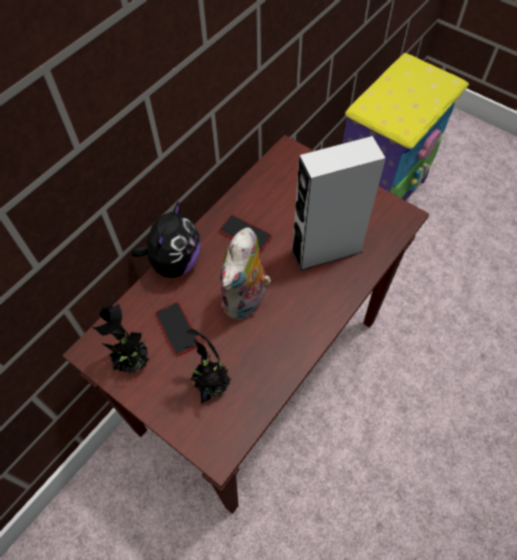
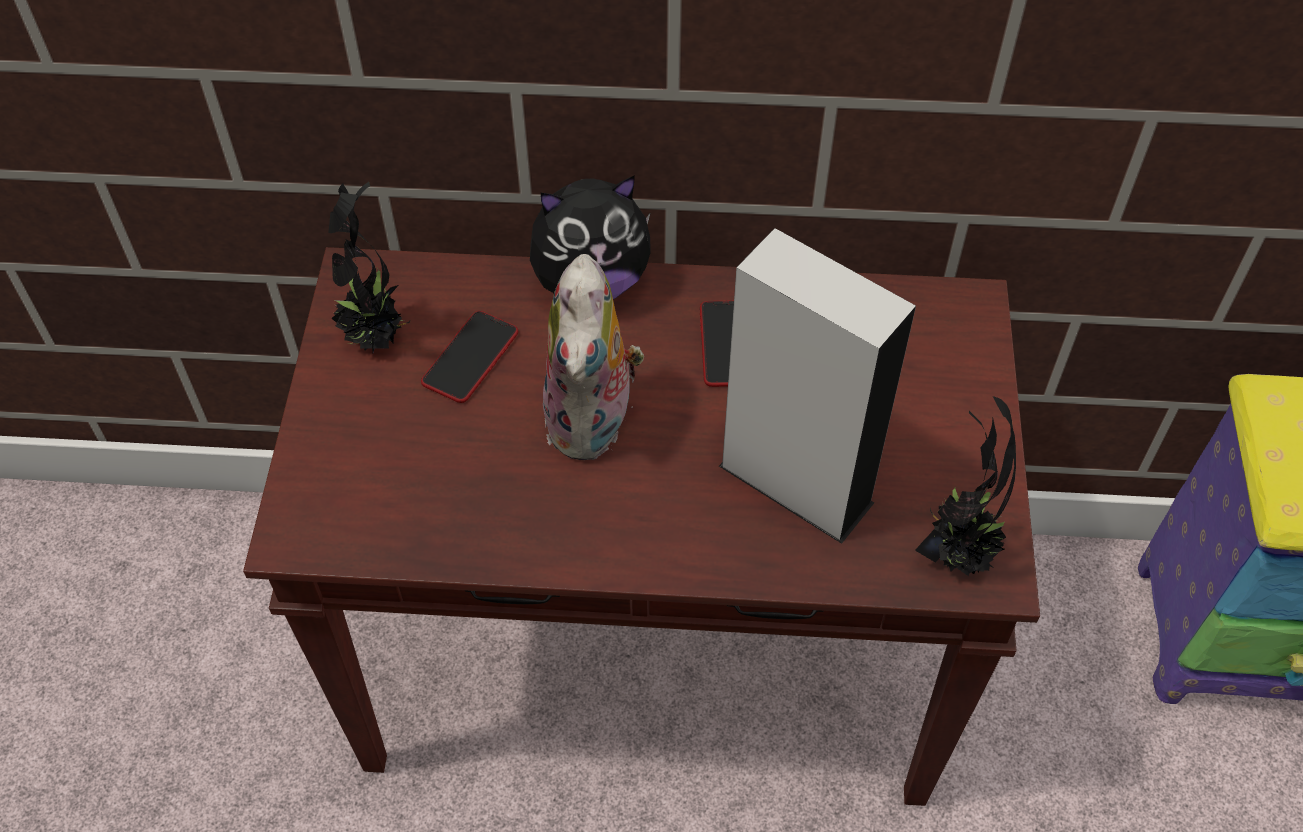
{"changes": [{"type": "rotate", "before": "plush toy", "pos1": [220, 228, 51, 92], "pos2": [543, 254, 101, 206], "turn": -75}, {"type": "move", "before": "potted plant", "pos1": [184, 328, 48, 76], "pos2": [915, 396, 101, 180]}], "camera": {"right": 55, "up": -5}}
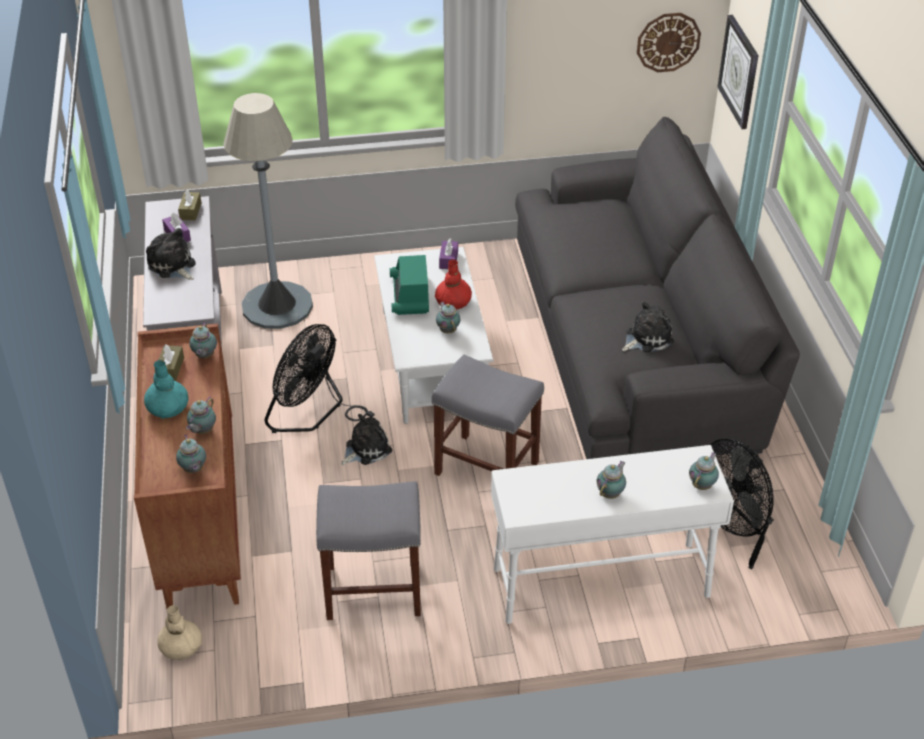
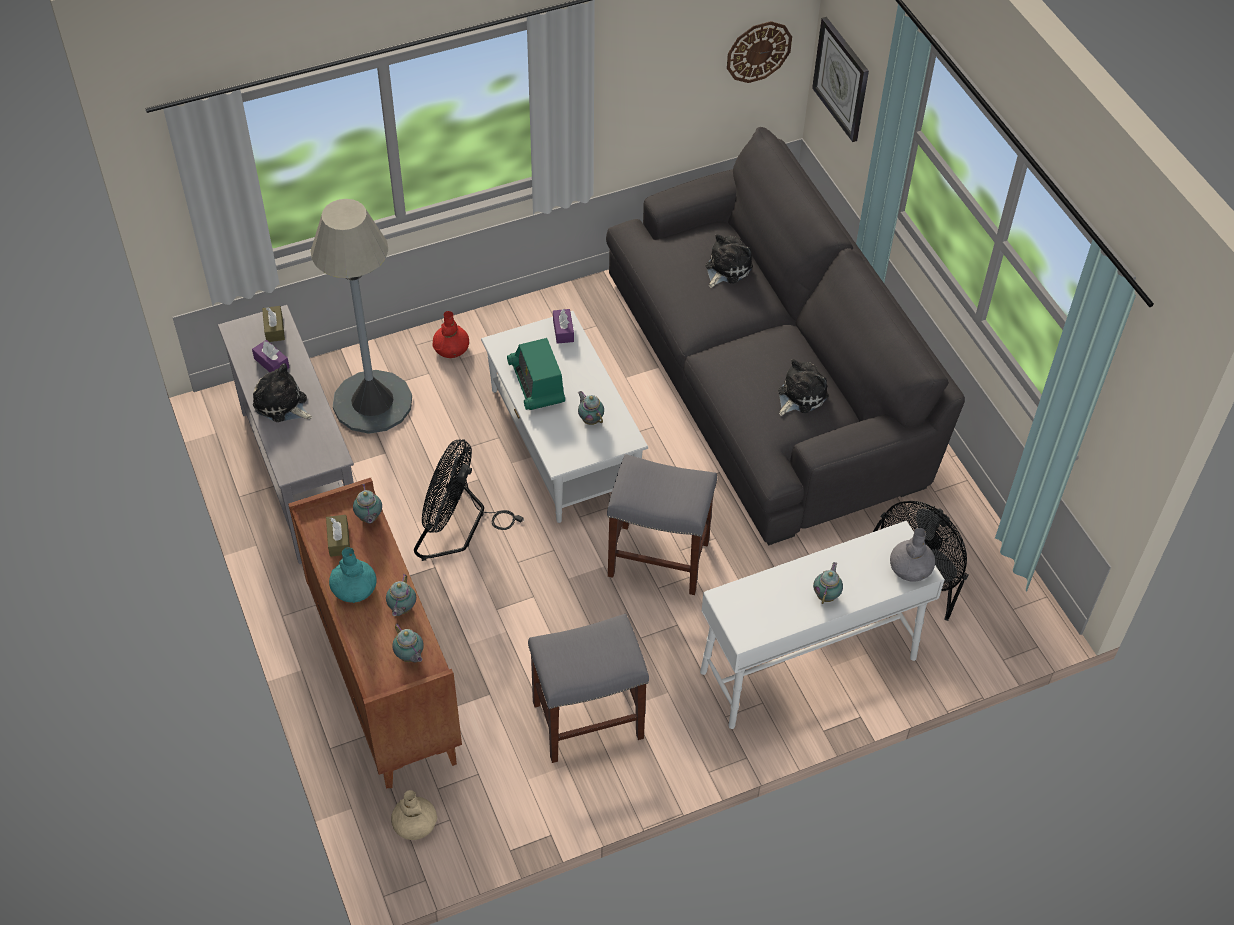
{"changes": [{"type": "move", "before": "red vase", "pos1": [435, 259, 37, 50], "pos2": [433, 311, 36, 48]}, {"type": "move", "before": "plush toy", "pos1": [341, 414, 51, 51], "pos2": [706, 234, 47, 54]}, {"type": "replace", "before": "teapot", "after": "grey vase", "pos1": [689, 453, 30, 37], "pos2": [890, 528, 45, 53]}], "camera": {"right": -15, "up": 10}}
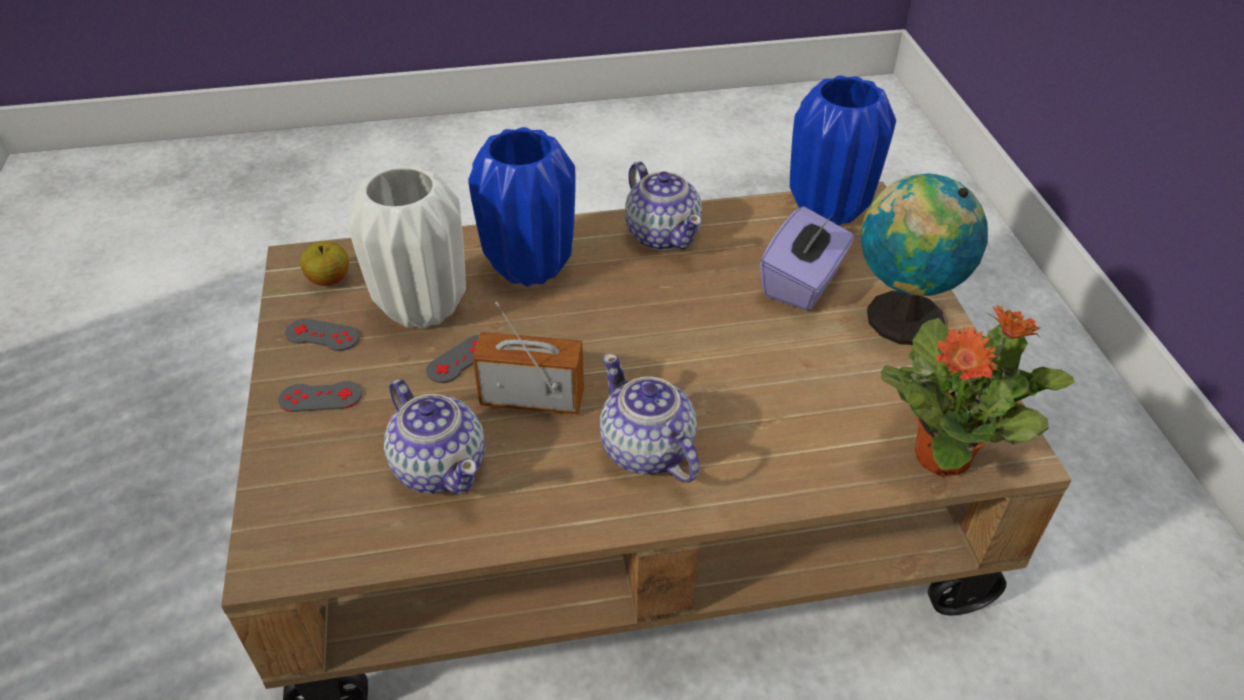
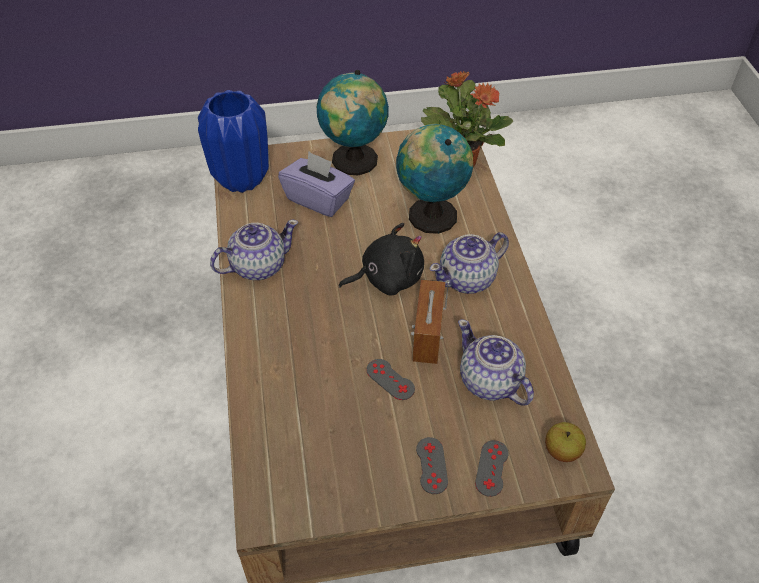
{"changes": [{"type": "delete", "before": "blue vase", "pos1": [468, 127, 108, 159]}, {"type": "delete", "before": "white vase", "pos1": [349, 165, 117, 164]}, {"type": "move", "before": "apple", "pos1": [301, 242, 48, 44], "pos2": [545, 422, 41, 40]}, {"type": "move", "before": "grey game controller", "pos1": [285, 319, 75, 32], "pos2": [475, 440, 34, 57]}, {"type": "rotate", "before": "teapot", "pos1": [384, 379, 101, 116], "pos2": [458, 319, 76, 86], "turn": -90}, {"type": "insert", "after": "globe", "pos2": [396, 124, 77, 110]}, {"type": "insert", "after": "black plush toy", "pos2": [339, 223, 85, 73]}], "camera": {"right": -90, "up": 5}}
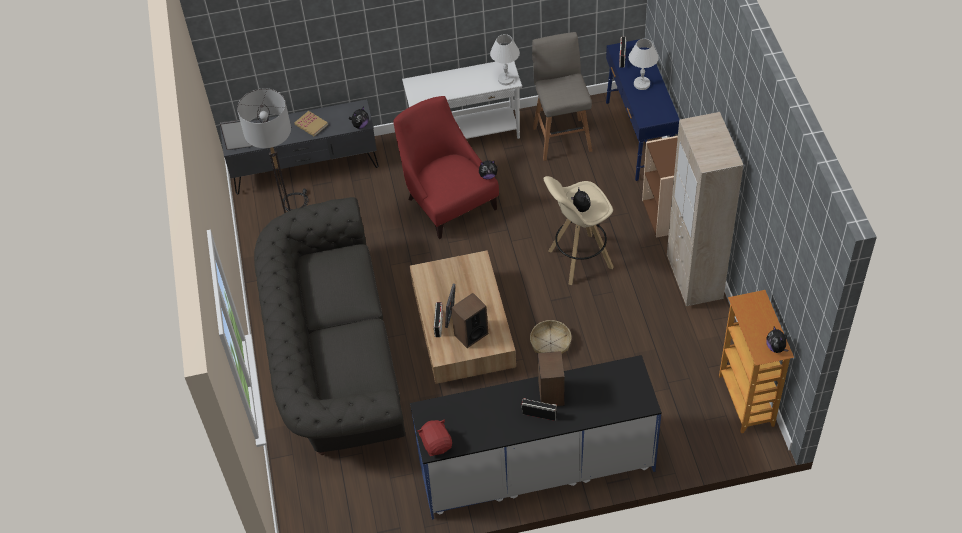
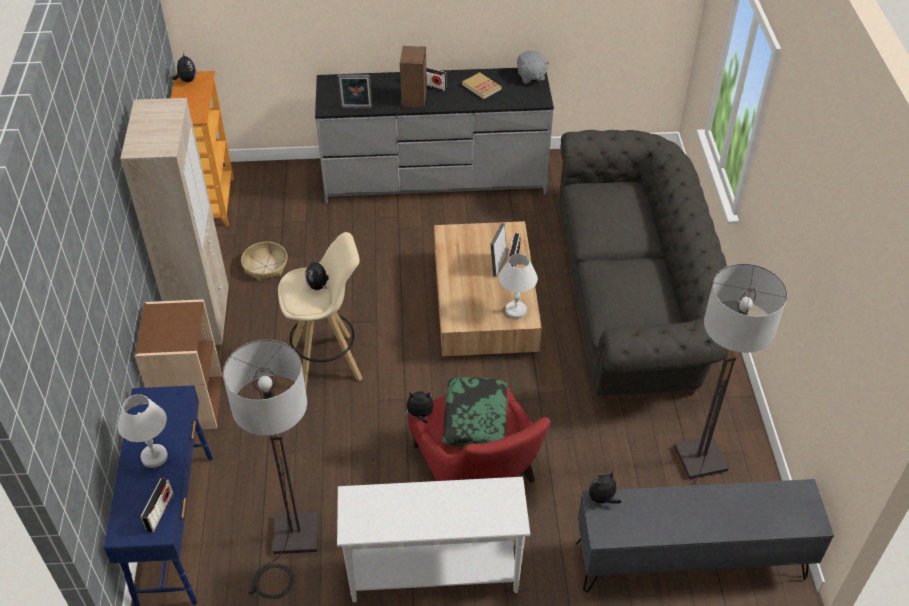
{"changes": [{"type": "replace", "before": "grey stool", "after": "floor lamp", "pos1": [532, 32, 60, 129], "pos2": [223, 340, 95, 259]}, {"type": "move", "before": "white table lamp", "pos1": [490, 34, 30, 51], "pos2": [498, 254, 40, 65]}, {"type": "move", "before": "book", "pos1": [295, 111, 33, 26], "pos2": [462, 72, 40, 27]}, {"type": "move", "before": "picture frame", "pos1": [220, 120, 33, 30], "pos2": [338, 75, 34, 34]}, {"type": "delete", "before": "speaker", "pos1": [451, 293, 37, 55]}, {"type": "move", "before": "basket", "pos1": [530, 320, 42, 34], "pos2": [241, 242, 46, 39]}, {"type": "recolor", "before": "blue dresser", "after": "grey dresser", "pos1": [410, 355, 252, 165], "pos2": [315, 68, 239, 135]}, {"type": "recolor", "before": "red plush toy", "after": "grey plush toy", "pos1": [417, 419, 35, 37], "pos2": [517, 51, 32, 33]}, {"type": "insert", "after": "pillow", "pos2": [442, 377, 66, 70]}], "camera": {"right": -175, "up": -5}}
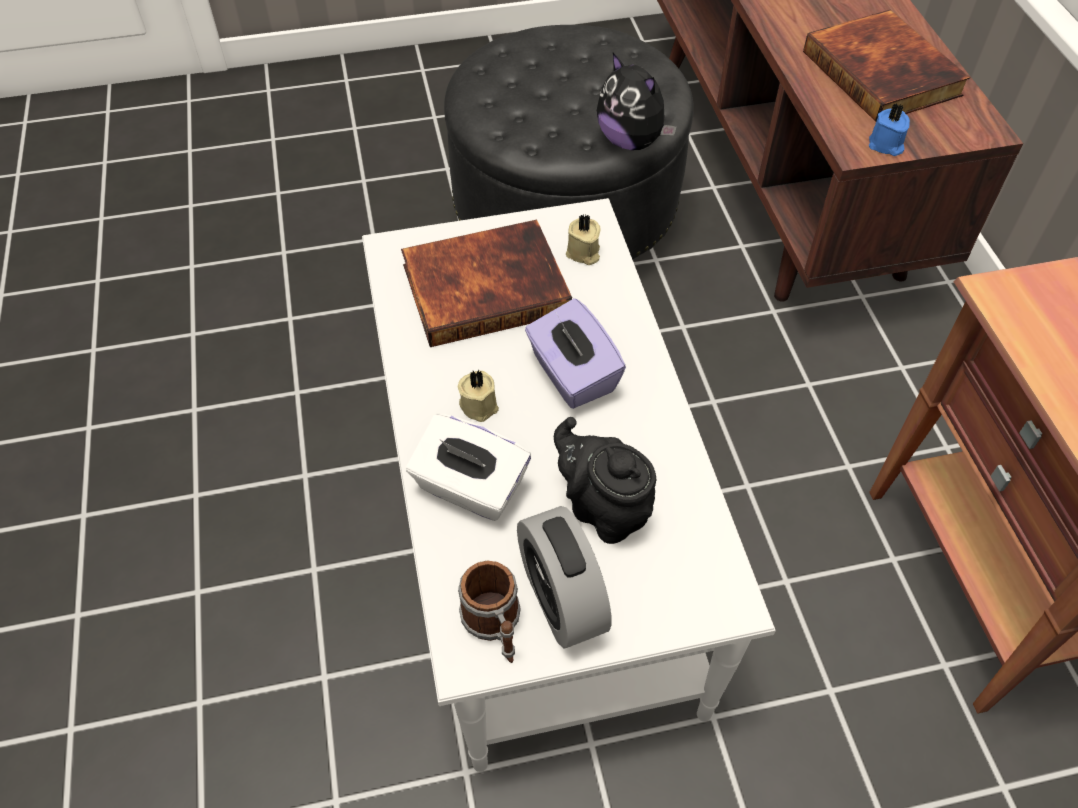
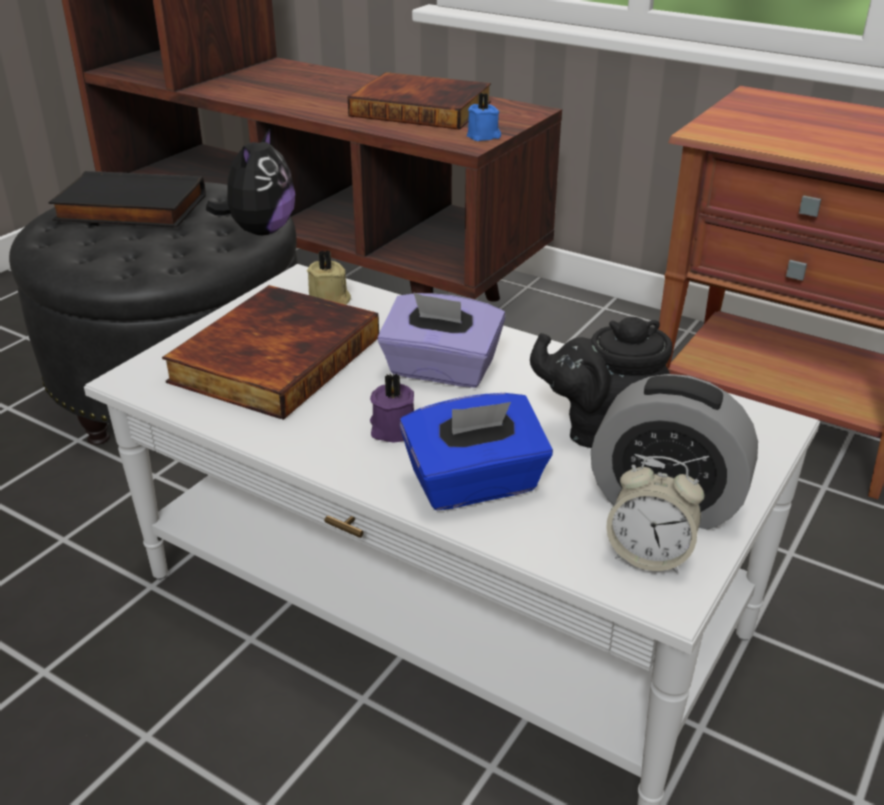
{"changes": [{"type": "rotate", "before": "plush toy", "pos1": [597, 53, 80, 97], "pos2": [206, 127, 89, 108], "turn": -75}, {"type": "recolor", "before": "beige candle", "after": "purple candle", "pos1": [458, 370, 41, 52], "pos2": [370, 373, 44, 69]}, {"type": "recolor", "before": "white tissue box", "after": "blue tissue box", "pos1": [406, 413, 125, 108], "pos2": [399, 393, 154, 117]}, {"type": "replace", "before": "mug", "after": "alarm clock", "pos1": [458, 560, 62, 103], "pos2": [607, 456, 97, 117]}, {"type": "insert", "after": "black book", "pos2": [48, 171, 157, 56]}], "camera": {"right": -45, "up": -20}}
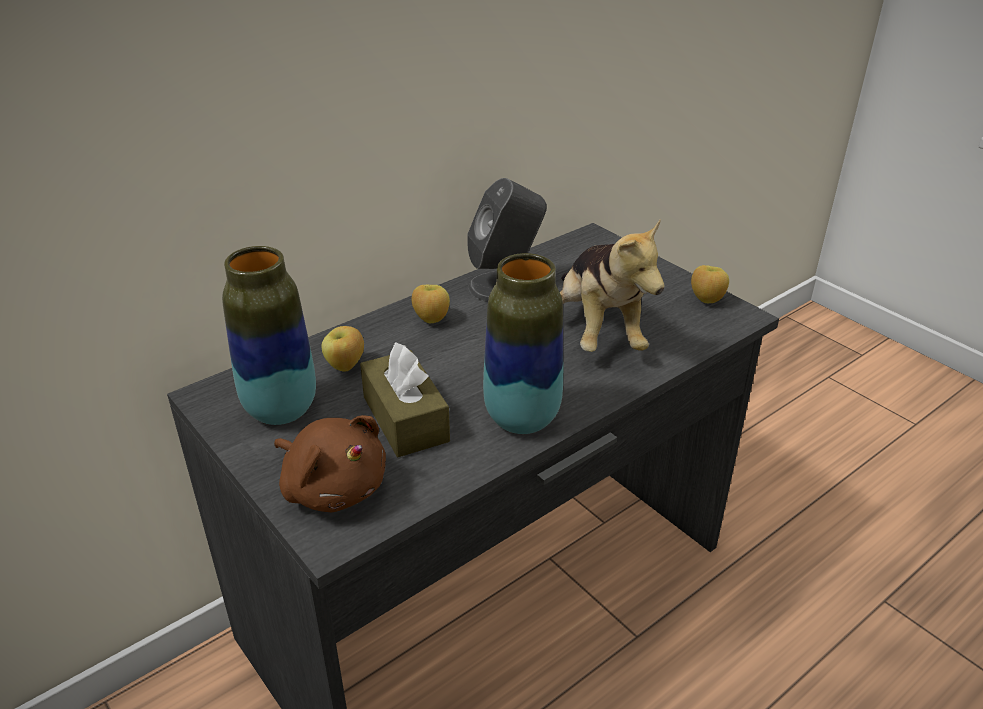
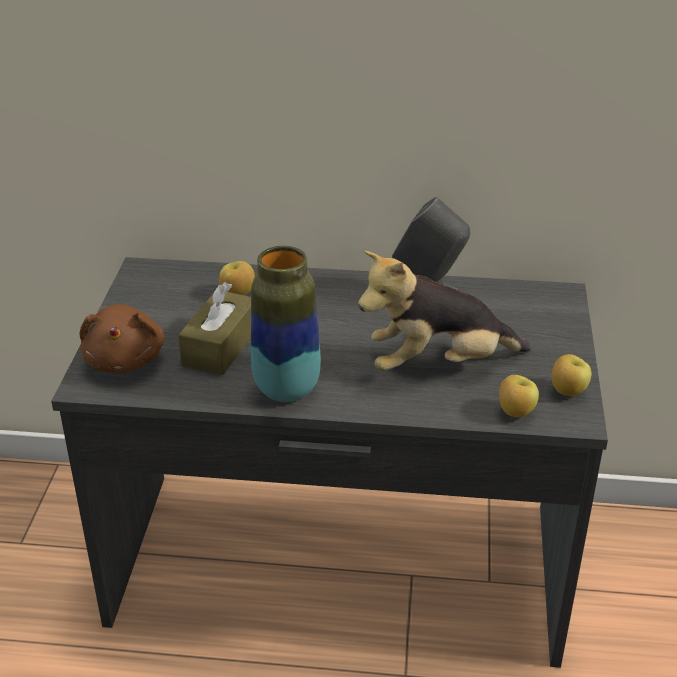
{"changes": [{"type": "rotate", "before": "plush toy", "pos1": [560, 219, 104, 133], "pos2": [358, 251, 173, 120], "turn": 45}, {"type": "delete", "before": "vase", "pos1": [222, 246, 94, 179]}, {"type": "move", "before": "apple", "pos1": [411, 285, 39, 38], "pos2": [499, 375, 40, 42]}], "camera": {"right": 45, "up": 0}}
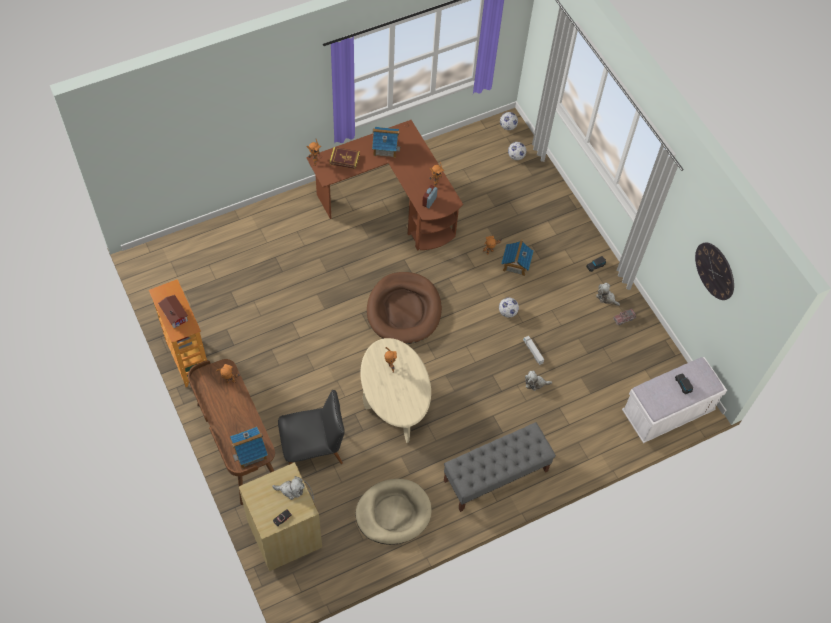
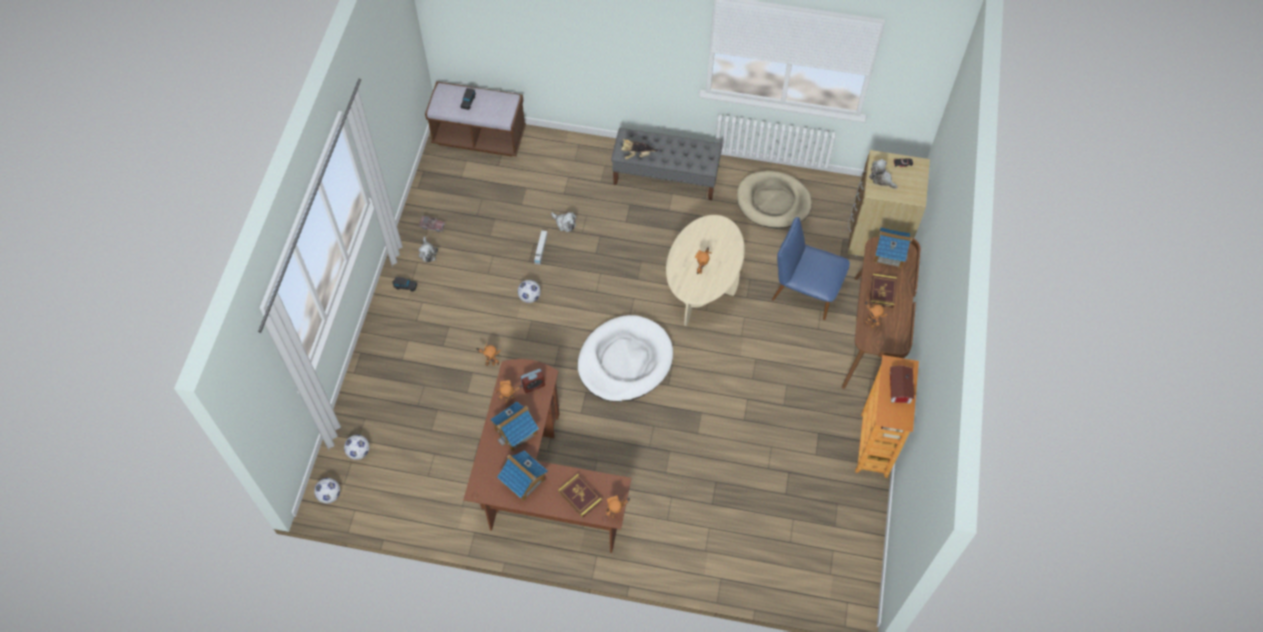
{"changes": [{"type": "move", "before": "toy house", "pos1": [501, 239, 33, 37], "pos2": [490, 401, 49, 51]}, {"type": "delete", "before": "wall clock", "pos1": [695, 242, 39, 58]}, {"type": "recolor", "before": "brown dog bed", "after": "white dog bed", "pos1": [367, 272, 75, 72], "pos2": [578, 315, 95, 87]}, {"type": "recolor", "before": "white bench", "after": "brown bench", "pos1": [622, 357, 105, 86], "pos2": [425, 81, 101, 76]}, {"type": "recolor", "before": "black chair", "after": "blue chair", "pos1": [278, 390, 67, 75], "pos2": [772, 217, 78, 103]}, {"type": "insert", "after": "plush toy", "pos2": [621, 139, 37, 21]}, {"type": "insert", "after": "book", "pos2": [870, 273, 26, 35]}], "camera": {"right": -140, "up": 0}}
